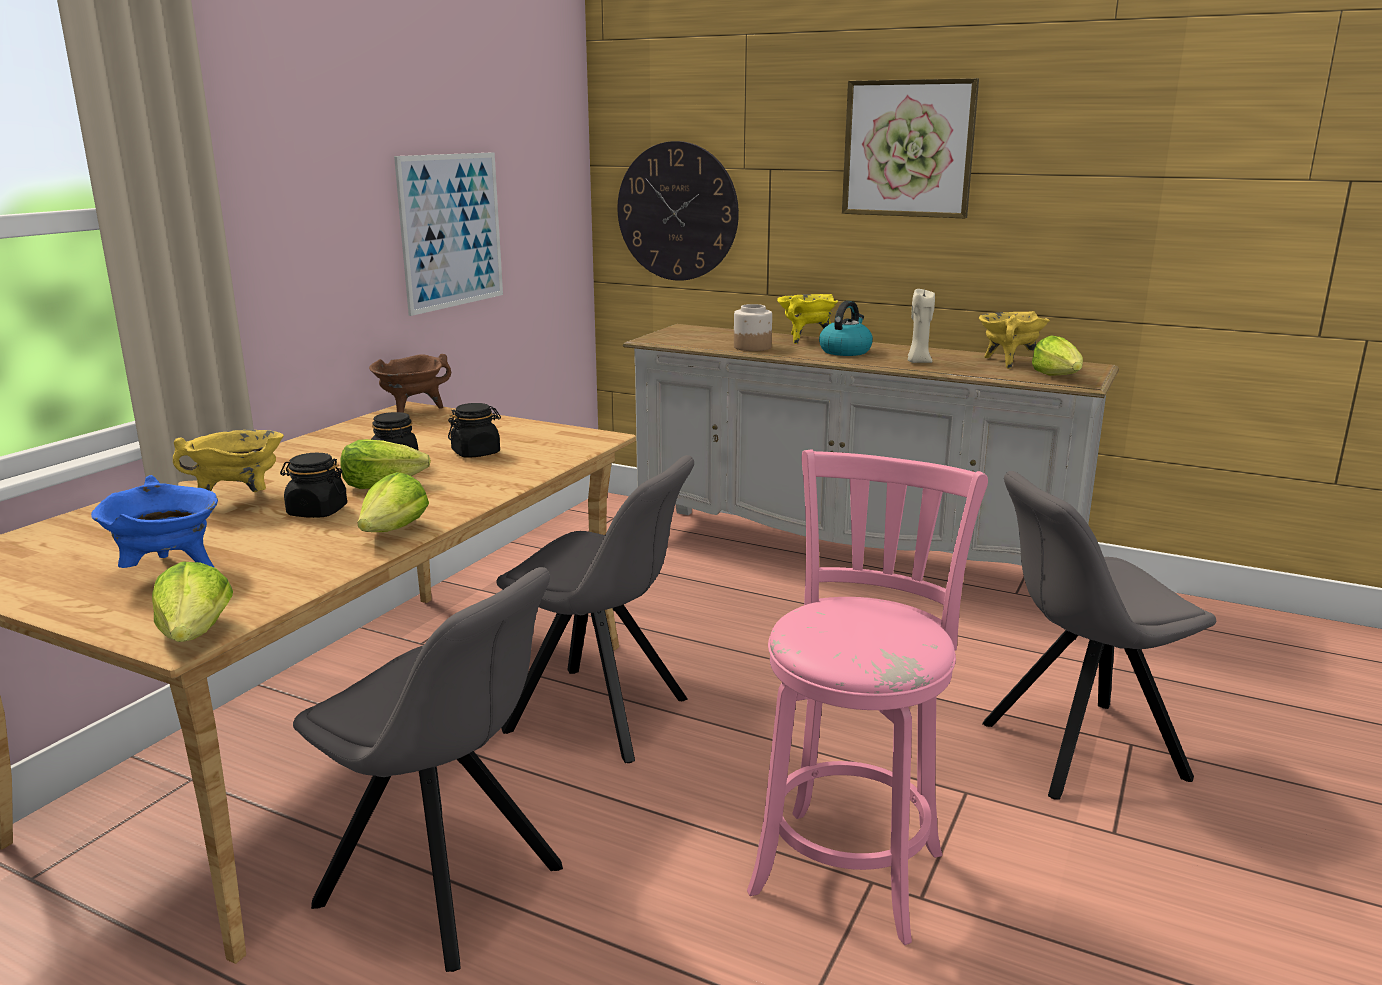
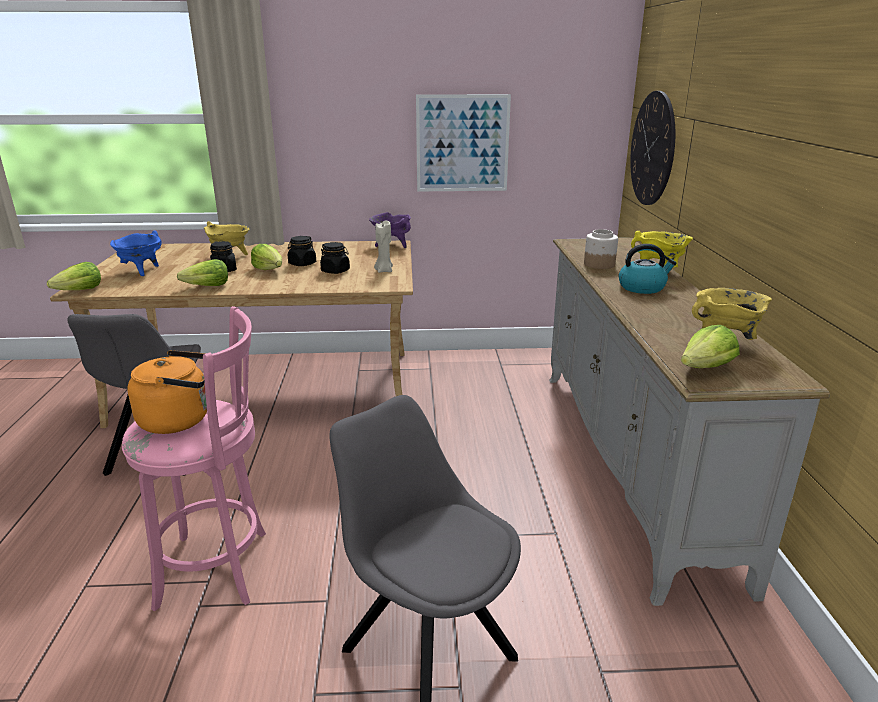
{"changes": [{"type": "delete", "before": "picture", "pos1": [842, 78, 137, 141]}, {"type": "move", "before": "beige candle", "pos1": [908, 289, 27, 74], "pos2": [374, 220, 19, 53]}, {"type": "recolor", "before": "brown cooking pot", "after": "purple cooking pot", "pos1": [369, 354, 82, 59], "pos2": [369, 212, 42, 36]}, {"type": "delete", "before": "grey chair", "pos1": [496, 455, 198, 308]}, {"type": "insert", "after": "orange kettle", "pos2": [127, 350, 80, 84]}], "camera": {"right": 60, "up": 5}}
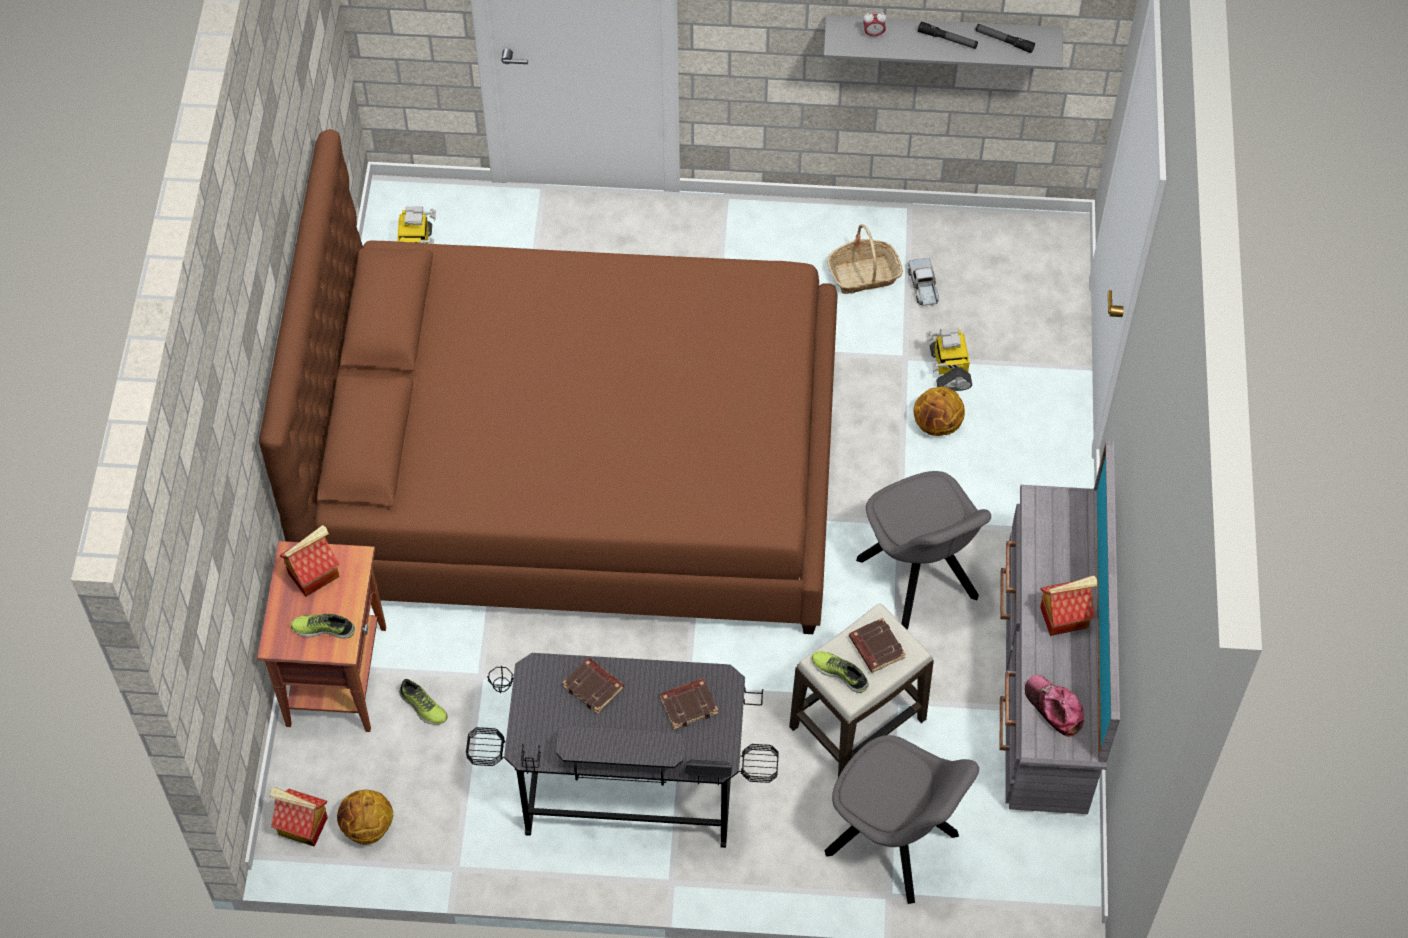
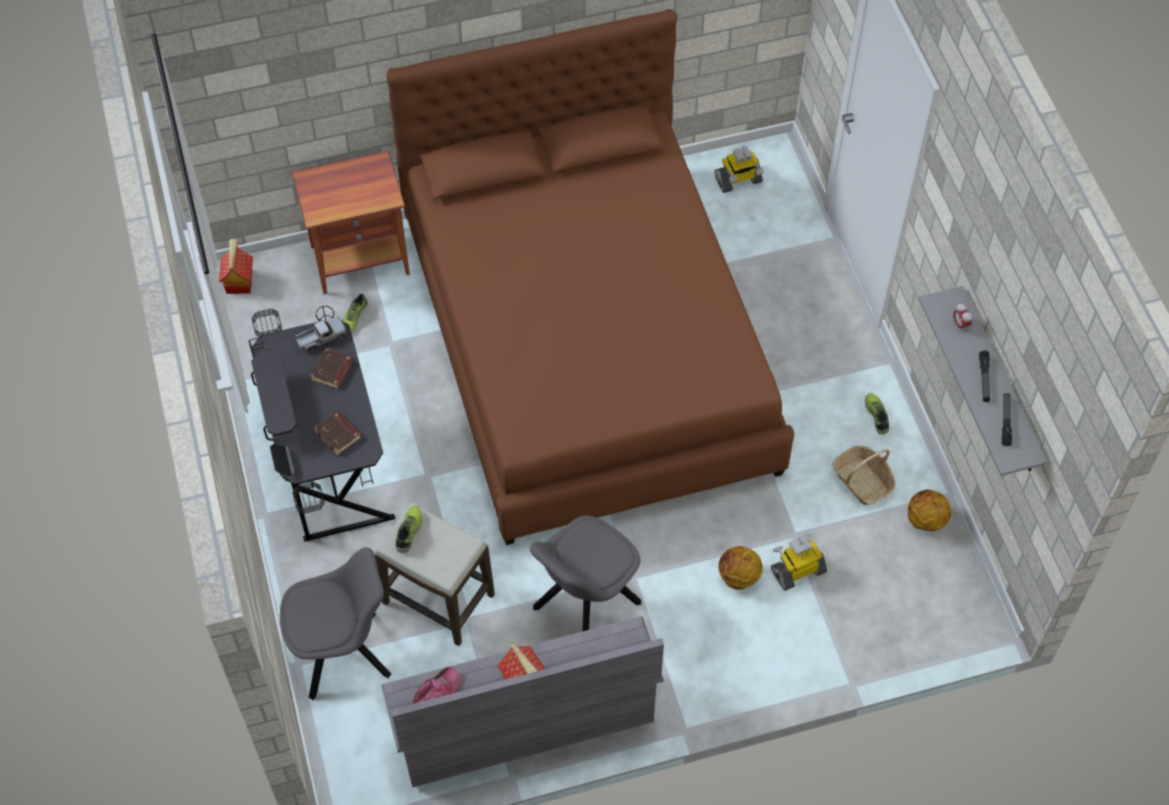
{"changes": [{"type": "move", "before": "toy truck", "pos1": [908, 258, 31, 48], "pos2": [295, 316, 52, 35]}, {"type": "delete", "before": "toy house", "pos1": [280, 525, 60, 72]}, {"type": "move", "before": "shoe", "pos1": [291, 614, 64, 25], "pos2": [865, 393, 24, 41]}, {"type": "delete", "before": "brown book", "pos1": [849, 618, 57, 55]}, {"type": "rotate", "before": "grey chair", "pos1": [824, 735, 155, 169], "pos2": [280, 547, 111, 153], "turn": -120}, {"type": "move", "before": "basketball", "pos1": [337, 790, 56, 55], "pos2": [908, 490, 43, 41]}], "camera": {"right": 70, "up": 0}}
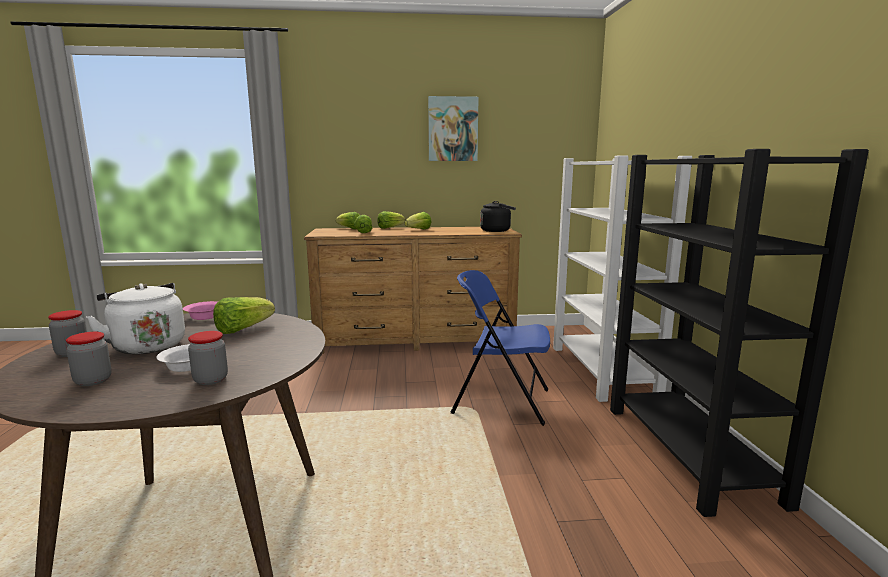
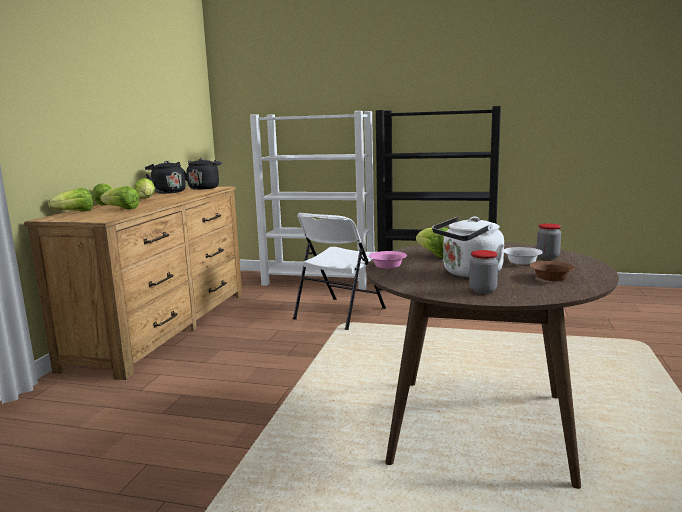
{"changes": [{"type": "delete", "before": "picture", "pos1": [428, 96, 51, 65]}, {"type": "recolor", "before": "blue chair", "after": "white chair", "pos1": [450, 270, 100, 156], "pos2": [293, 213, 93, 117]}, {"type": "replace", "before": "jar", "after": "brown bowl", "pos1": [66, 332, 46, 54], "pos2": [530, 261, 45, 20]}, {"type": "insert", "after": "black kettle", "pos2": [145, 161, 41, 33]}], "camera": {"right": -70, "up": 0}}
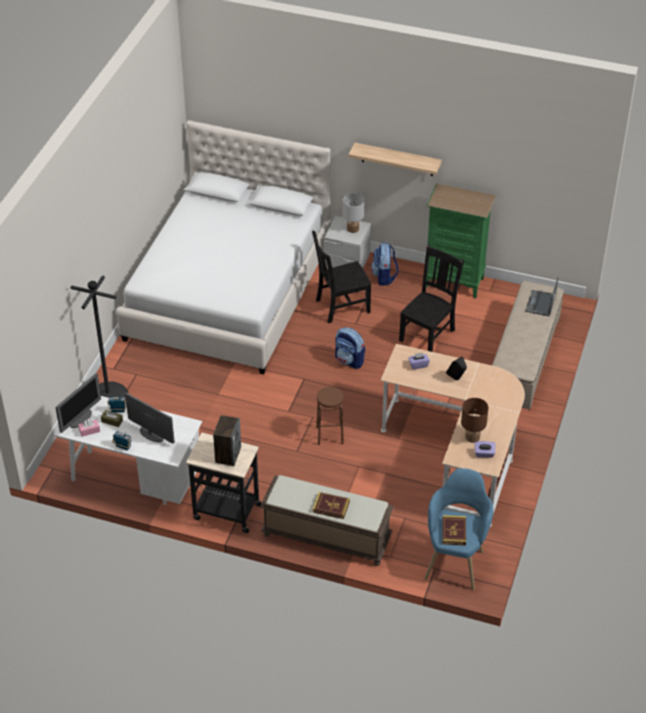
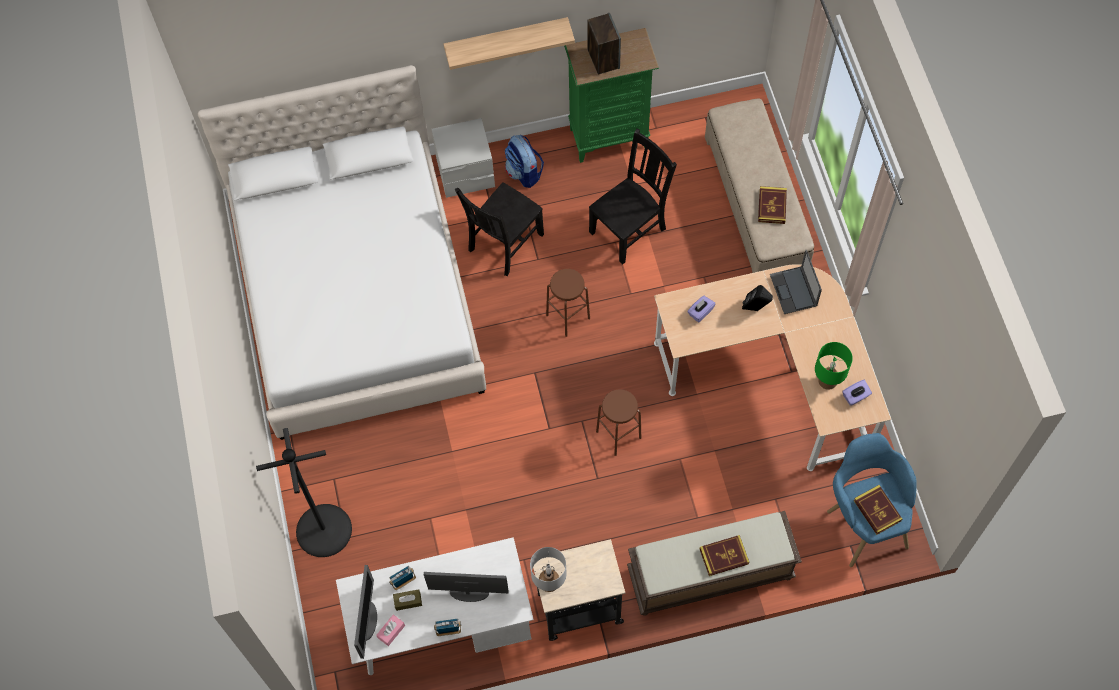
{"changes": [{"type": "move", "before": "grey table lamp", "pos1": [343, 193, 22, 40], "pos2": [530, 547, 37, 45]}, {"type": "rotate", "before": "black chair", "pos1": [399, 244, 65, 108], "pos2": [589, 129, 88, 135], "turn": 45}, {"type": "move", "before": "laptop", "pos1": [525, 276, 34, 40], "pos2": [770, 250, 52, 64]}, {"type": "replace", "before": "backpack", "after": "brown stool", "pos1": [335, 327, 30, 42], "pos2": [546, 269, 44, 68]}, {"type": "recolor", "before": "brown table lamp", "after": "green table lamp", "pos1": [461, 398, 28, 45], "pos2": [815, 342, 38, 48]}, {"type": "move", "before": "speaker", "pos1": [213, 415, 28, 51], "pos2": [587, 13, 34, 62]}, {"type": "insert", "after": "book", "pos2": [758, 186, 29, 38]}], "camera": {"right": -30, "up": 20}}
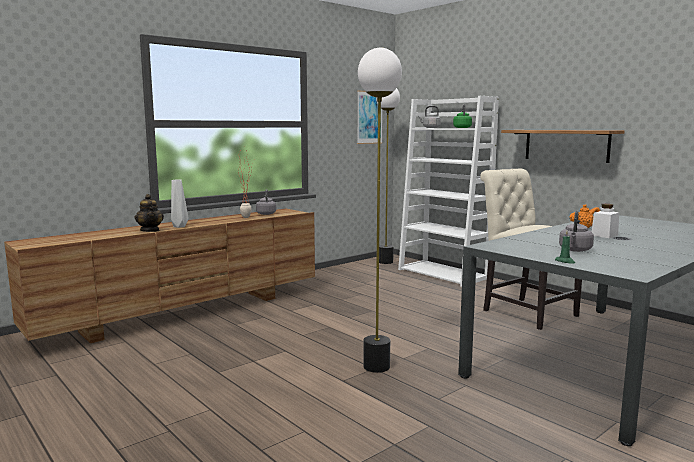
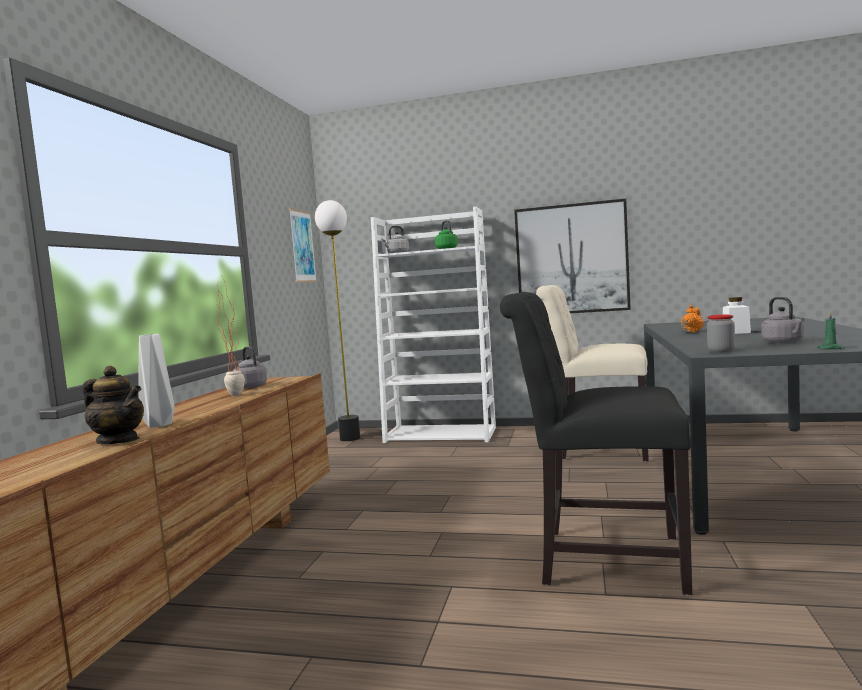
{"changes": [{"type": "replace", "before": "floor lamp", "after": "black chair", "pos1": [358, 48, 44, 325], "pos2": [500, 292, 192, 304]}, {"type": "replace", "before": "shelf", "after": "picture", "pos1": [501, 130, 123, 33], "pos2": [514, 199, 117, 114]}, {"type": "insert", "after": "jar", "pos2": [707, 314, 28, 38]}], "camera": {"right": -35, "up": -5}}
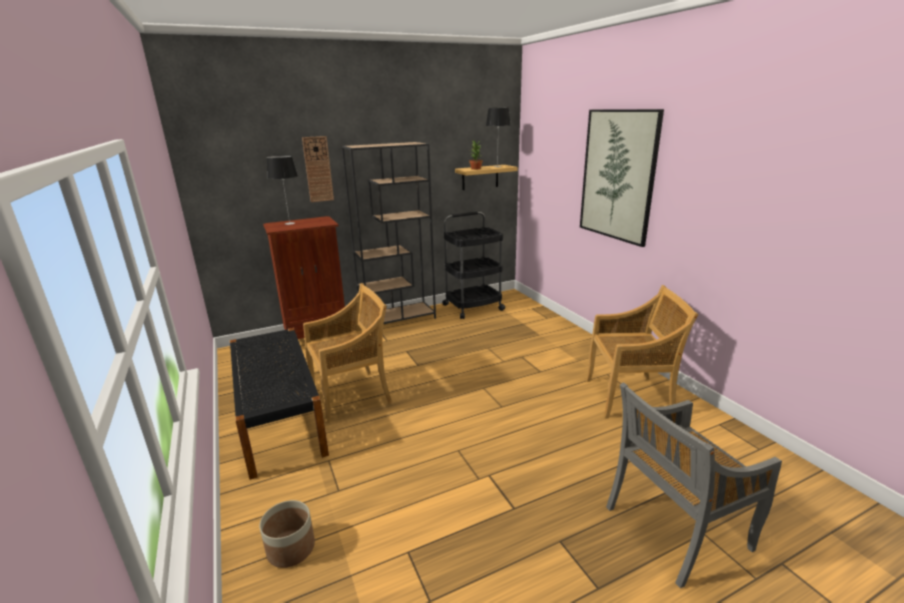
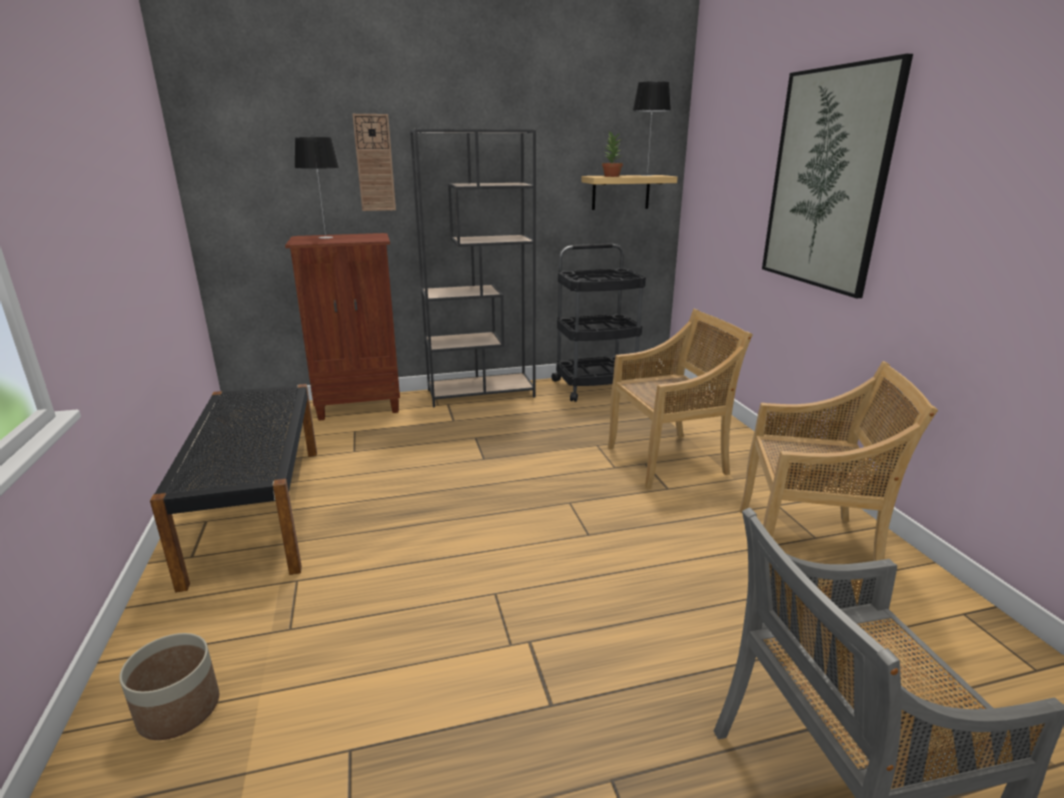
{"changes": [{"type": "move", "before": "beige chair", "pos1": [303, 283, 90, 140], "pos2": [608, 309, 145, 180]}], "camera": {"right": 10, "up": 0}}
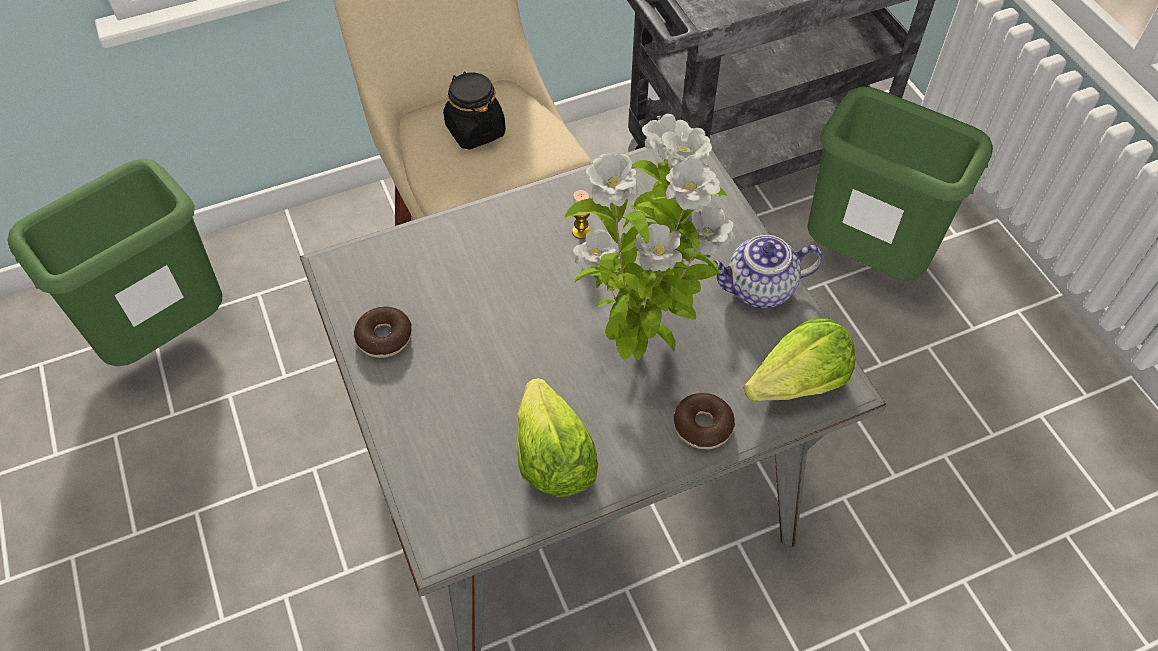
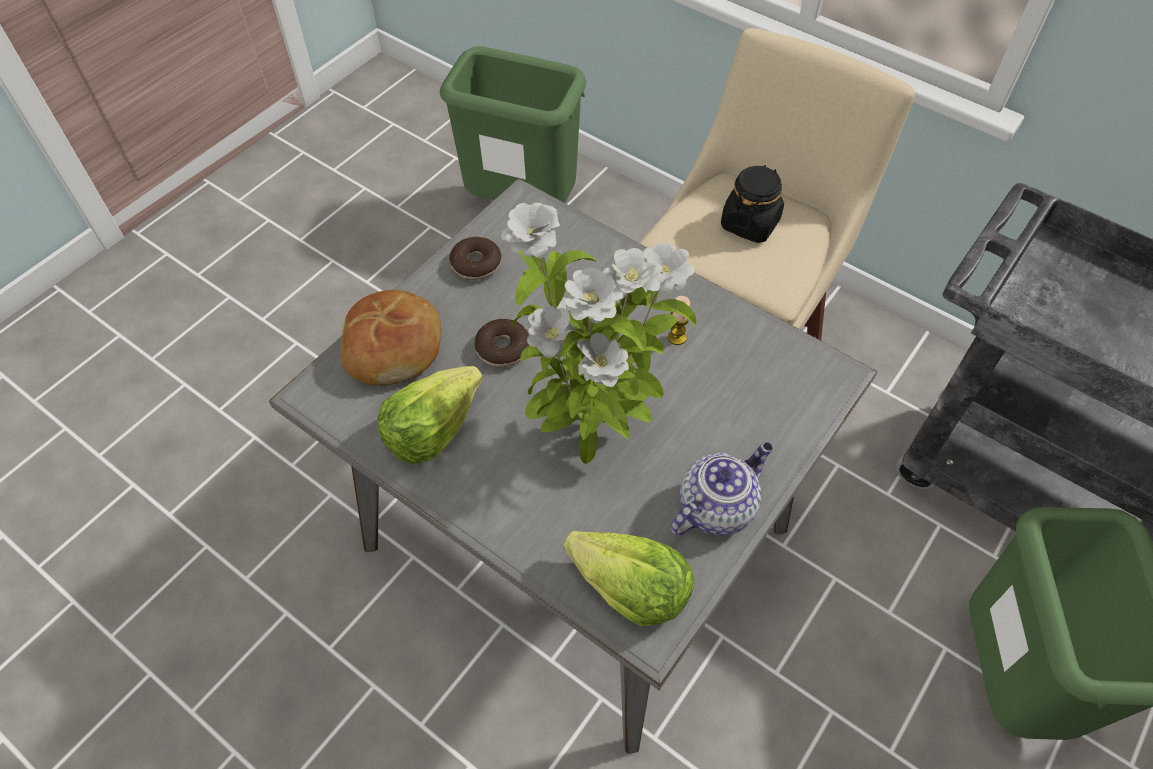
{"changes": [{"type": "rotate", "before": "teapot", "pos1": [708, 235, 115, 73], "pos2": [670, 442, 103, 94], "turn": 90}, {"type": "move", "before": "donut", "pos1": [674, 393, 61, 57], "pos2": [475, 319, 54, 48]}, {"type": "insert", "after": "bread", "pos2": [340, 290, 101, 96]}], "camera": {"right": 60, "up": 0}}
